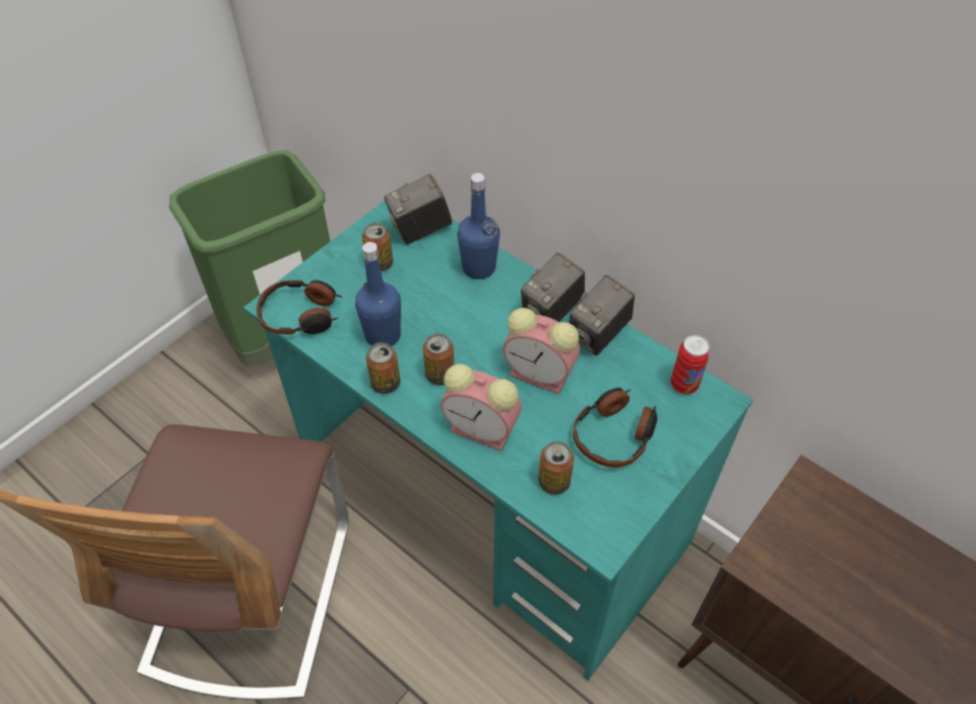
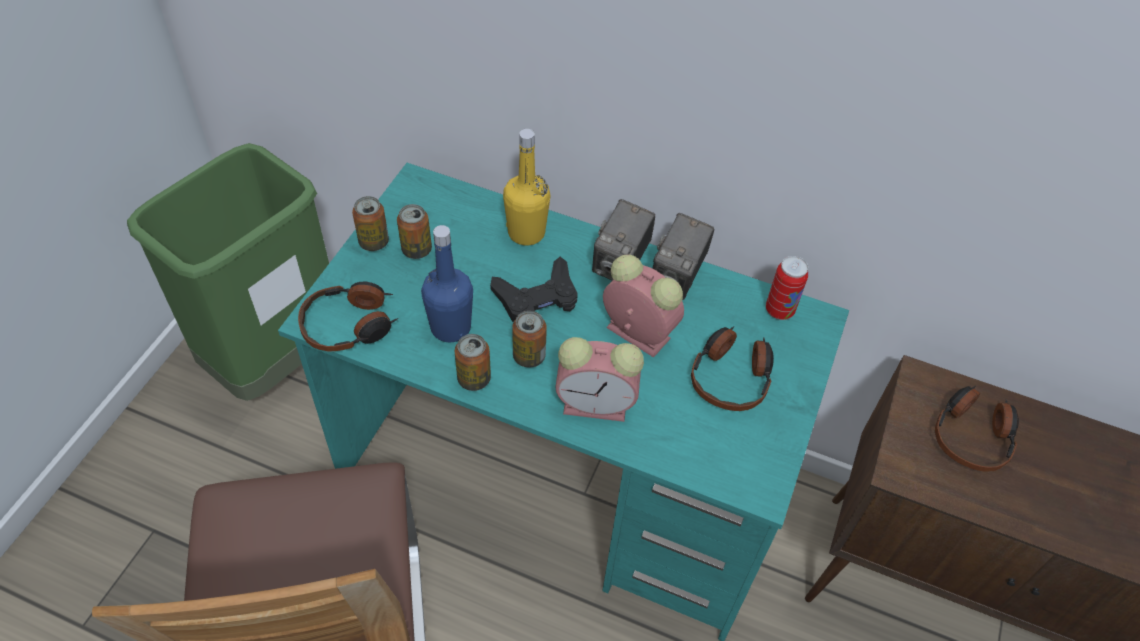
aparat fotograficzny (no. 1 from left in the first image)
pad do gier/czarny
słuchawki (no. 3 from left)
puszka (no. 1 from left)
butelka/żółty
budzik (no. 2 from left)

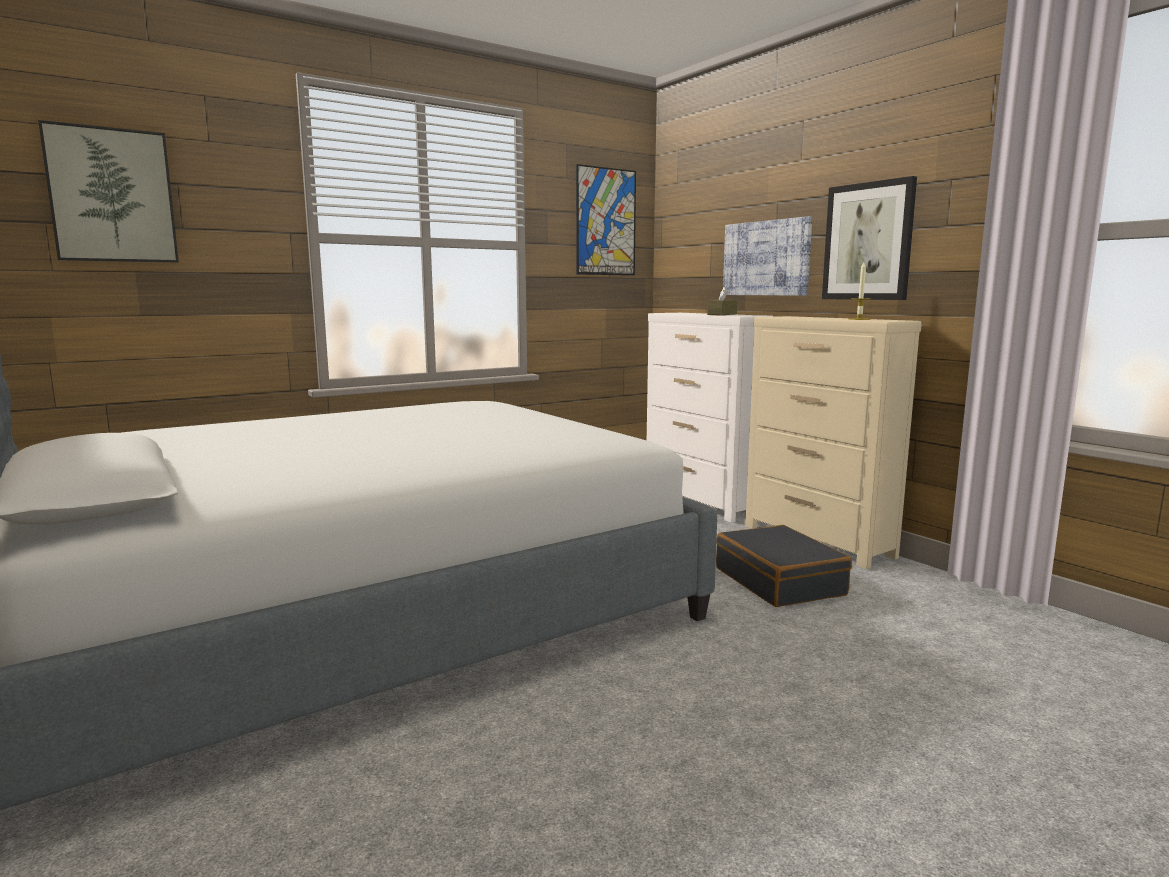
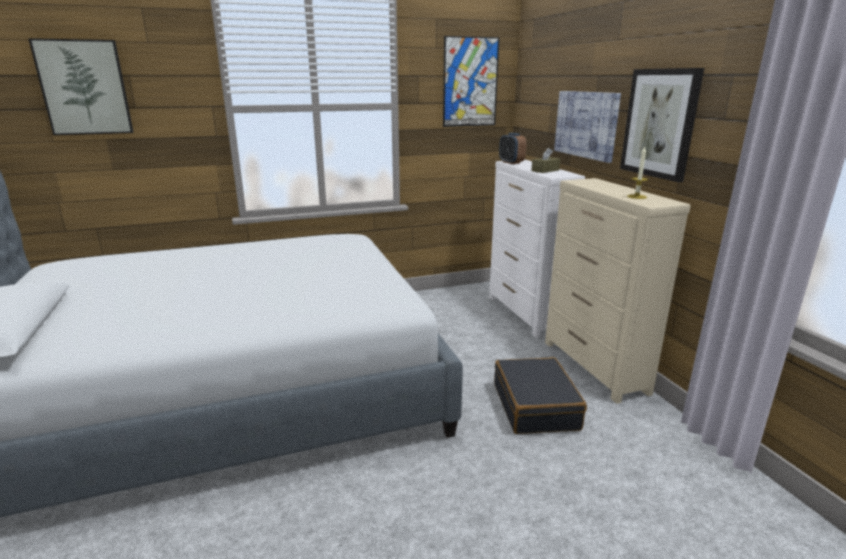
budzik

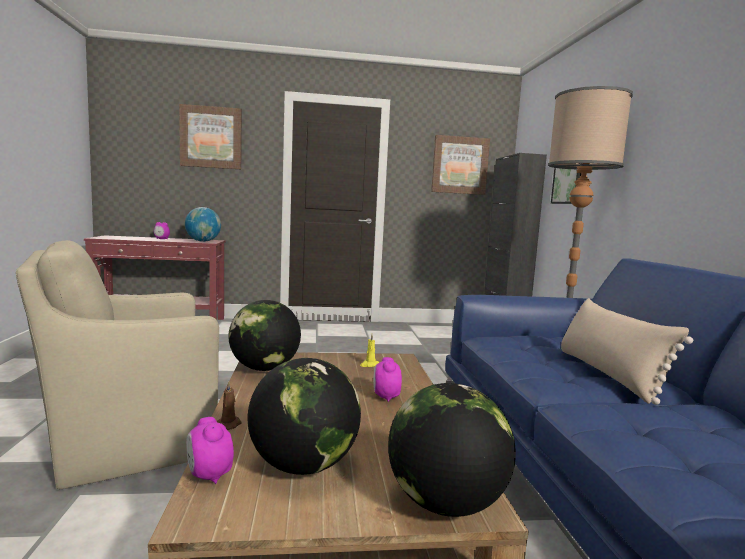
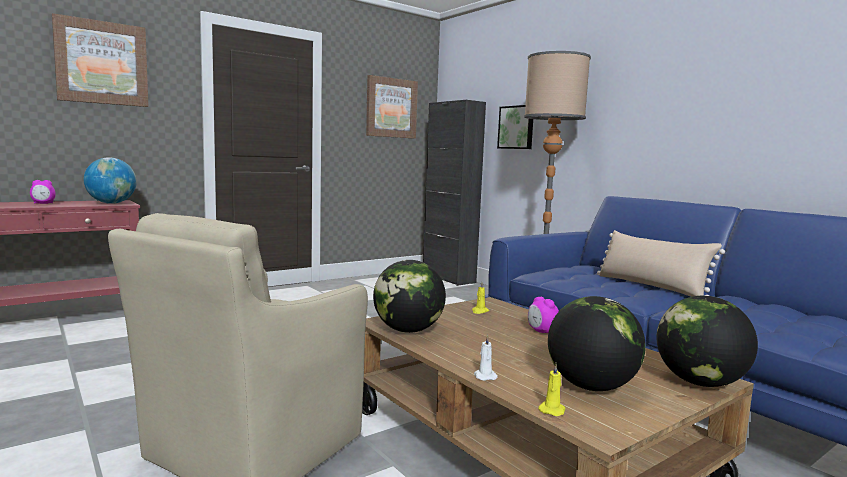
świeca/żółty (no. 2 from left)
świeca/biały

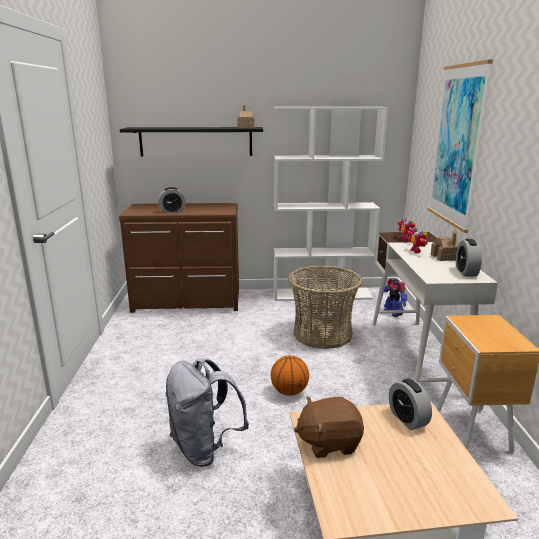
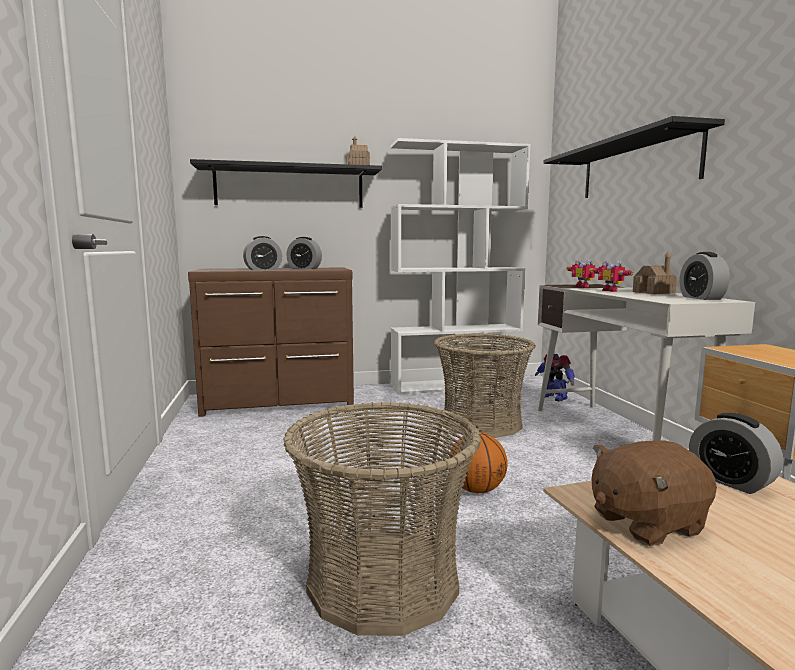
budzik (no. 2 from left)
koszyk (no. 1 from left)
półka/czarny (no. 2 from left)

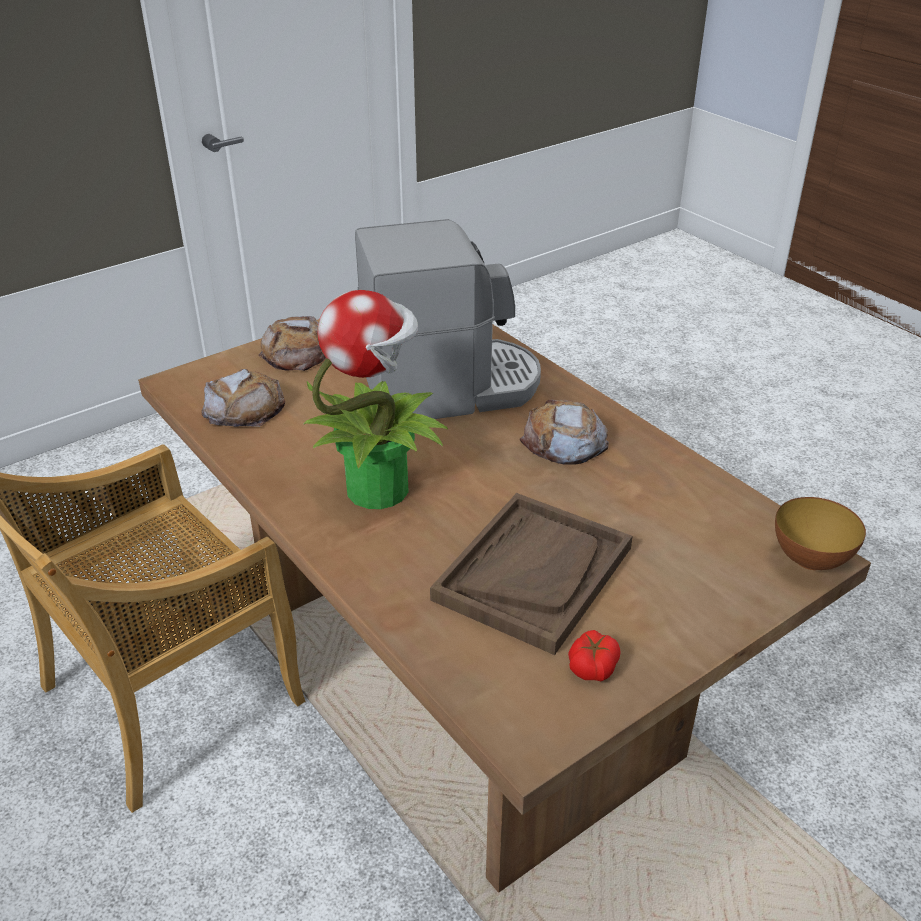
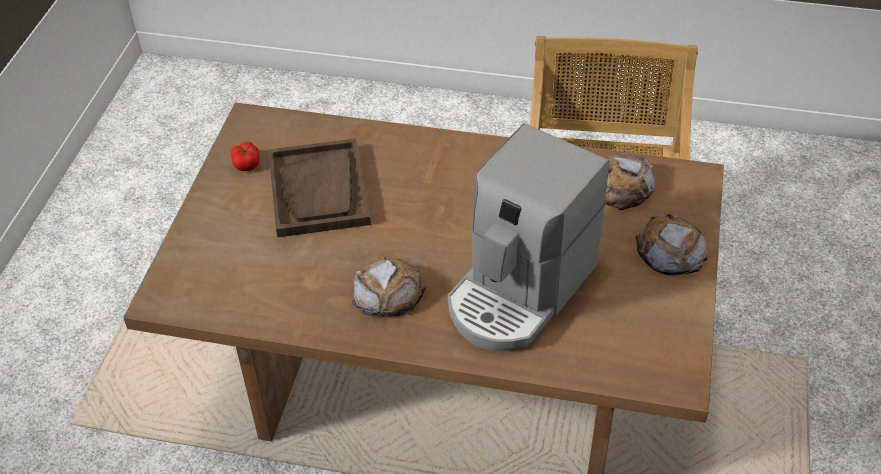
roślina doniczkowa
miska

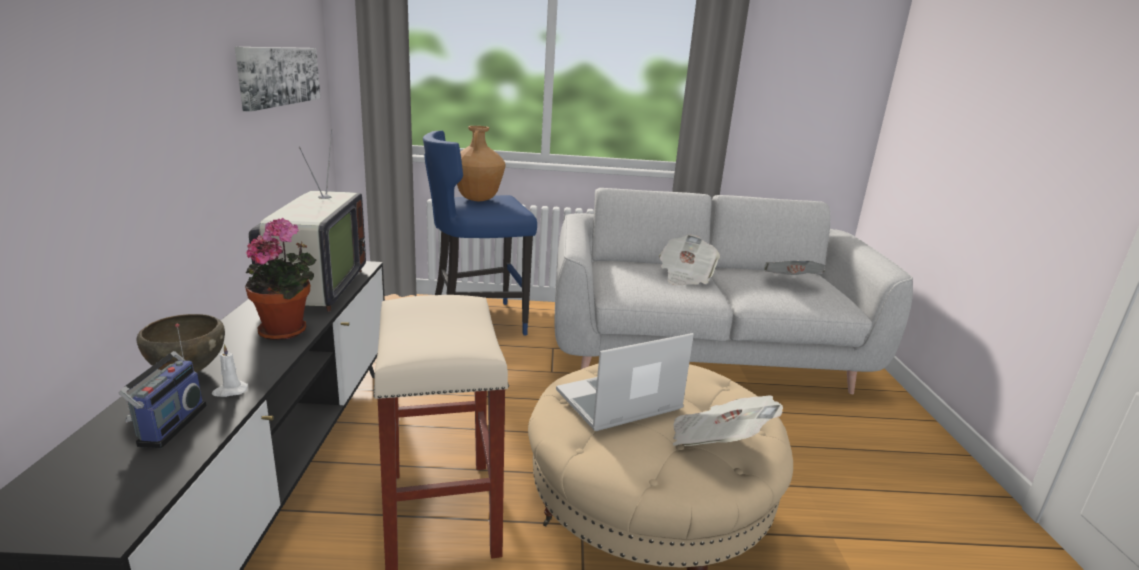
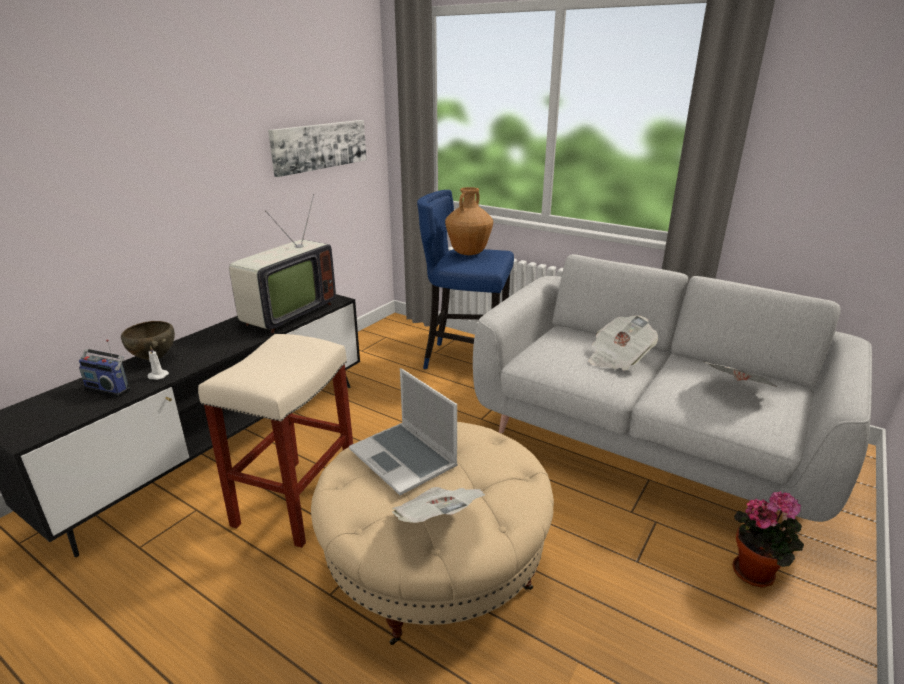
roślina doniczkowa
radio
laptop

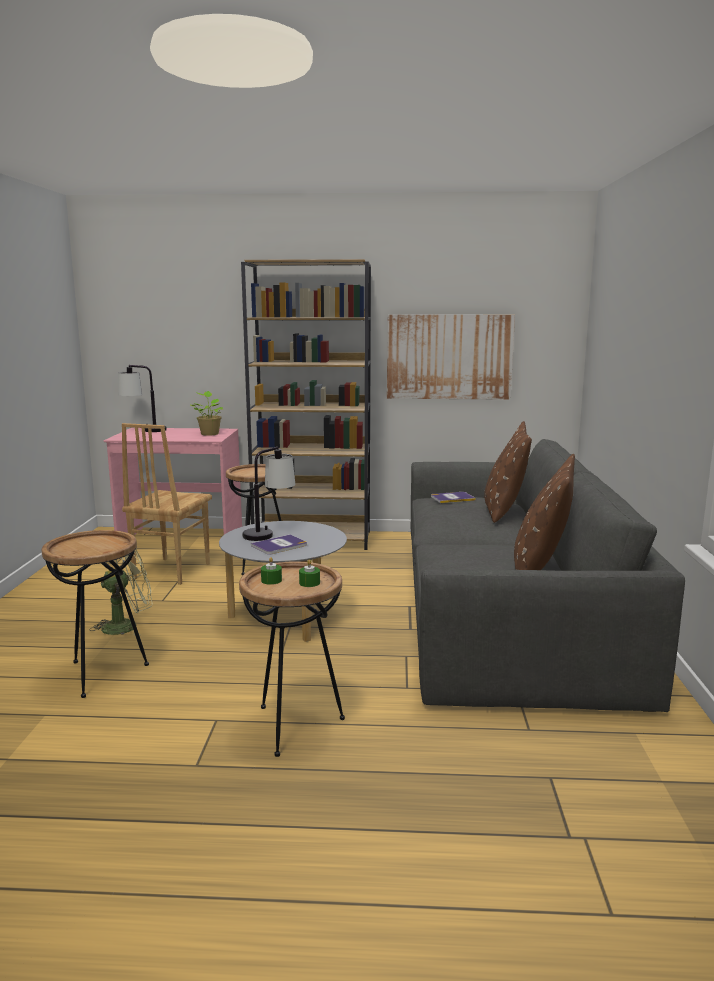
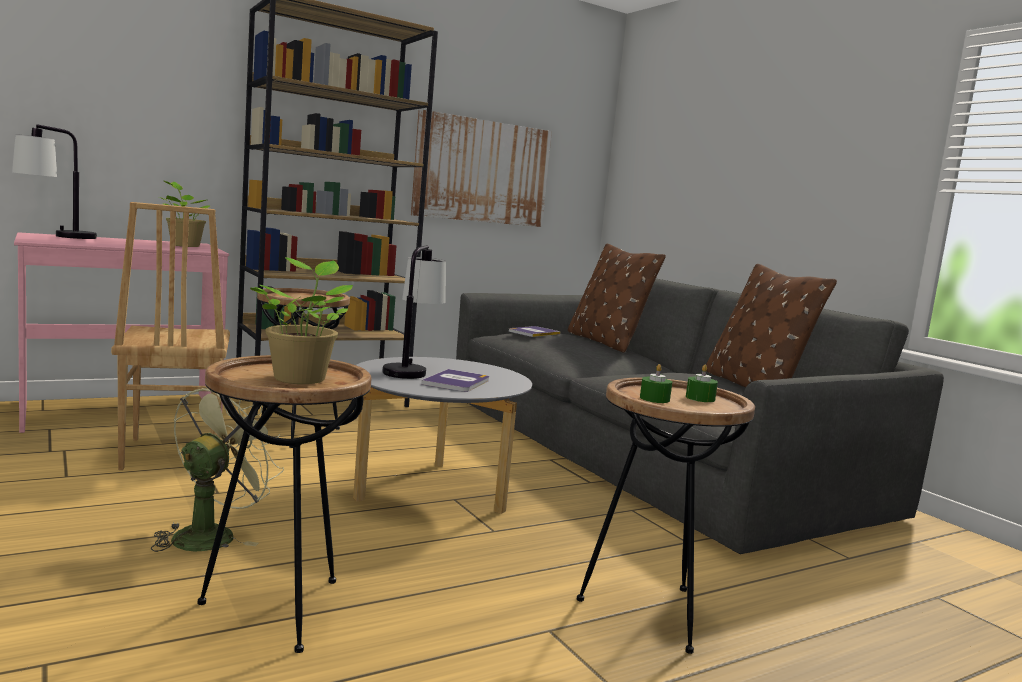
roślina doniczkowa (no. 2 from left)

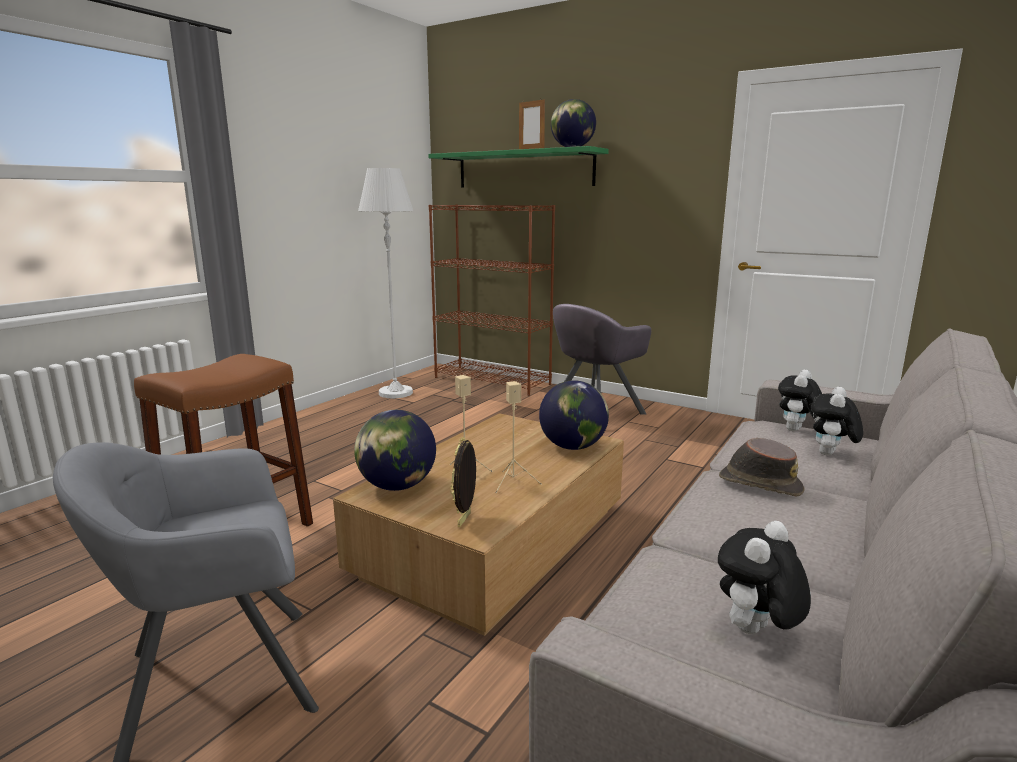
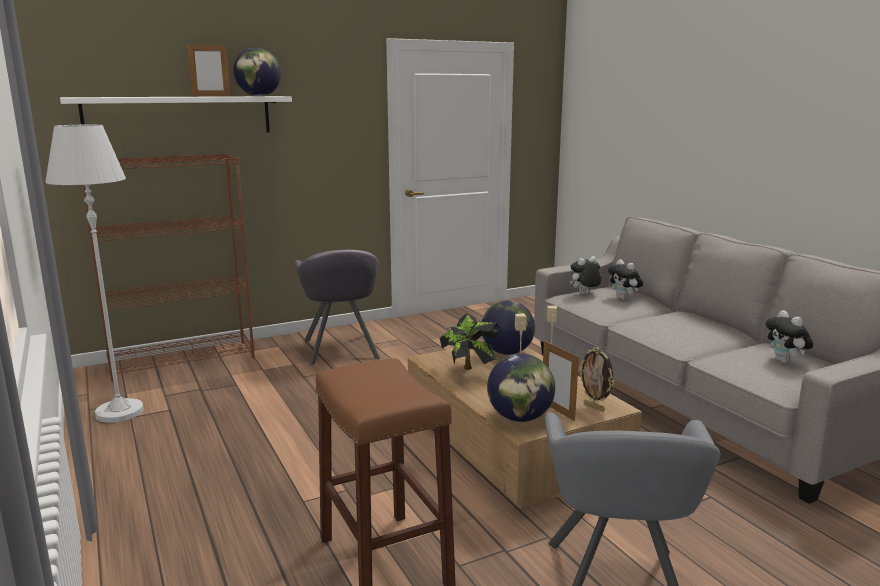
kapelusz/brązowy
roślina doniczkowa
ramka na zdjęcie (no. 2 from left)
półka/biały
pluszak (no. 1 from left)

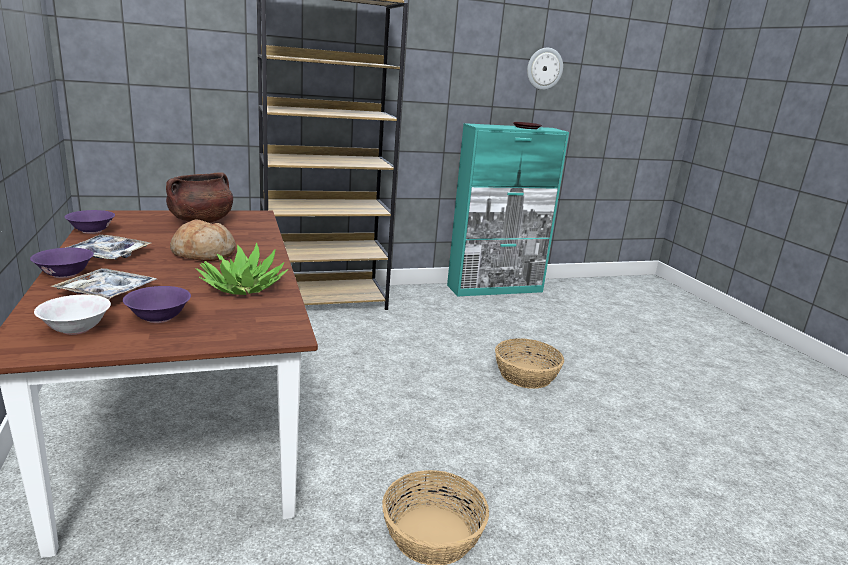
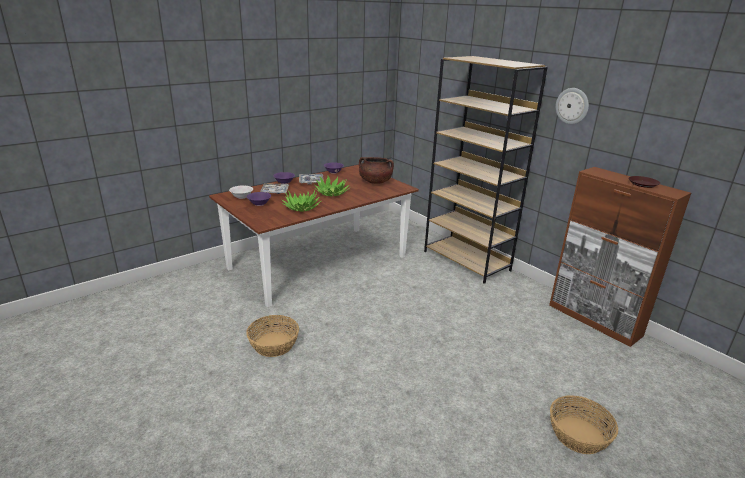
koszyk (no. 2 from left)
zegar ścienny
roślina doniczkowa (no. 2 from left)
szafka/brązowy

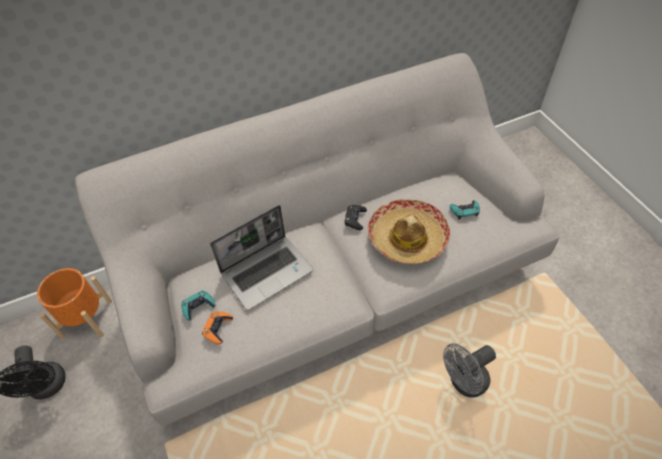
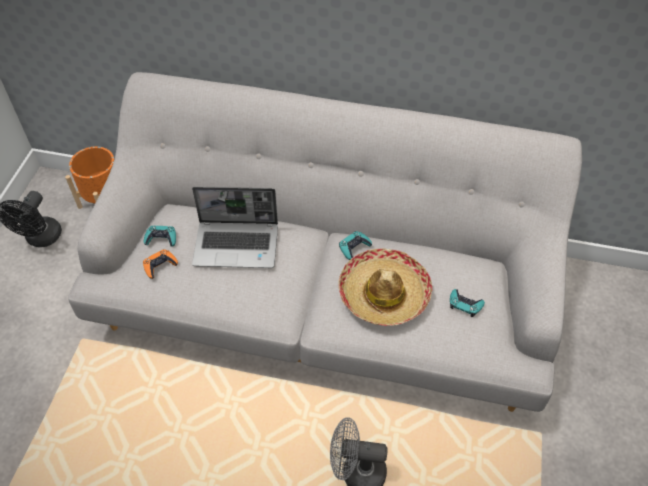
pad do gier/turkusowy (no. 2 from left)

